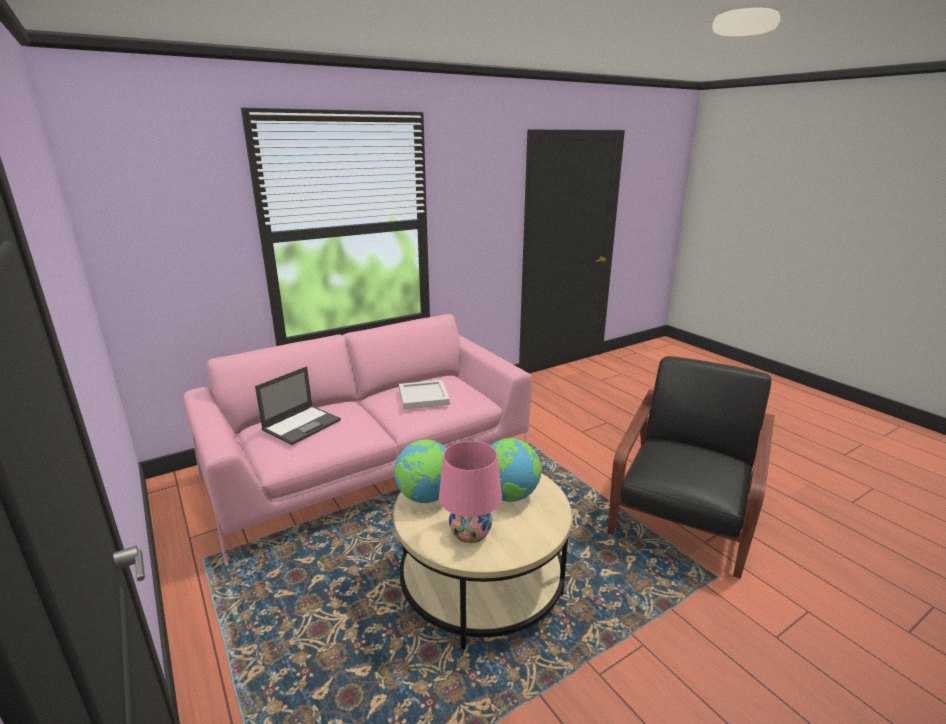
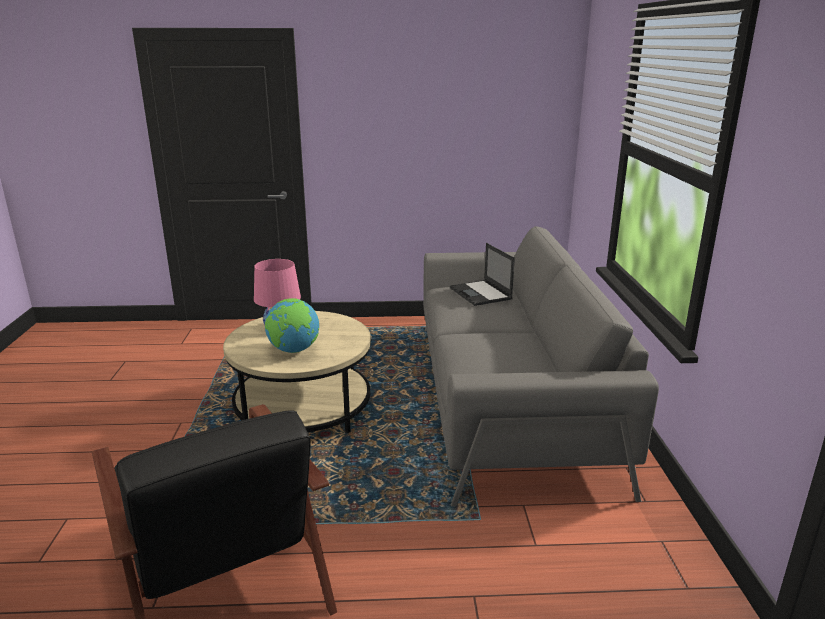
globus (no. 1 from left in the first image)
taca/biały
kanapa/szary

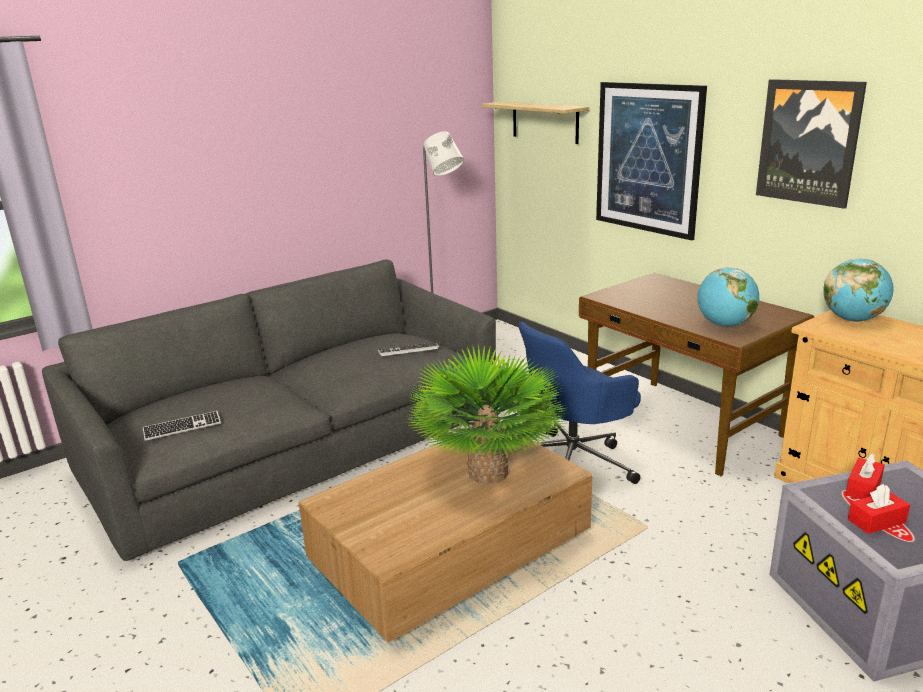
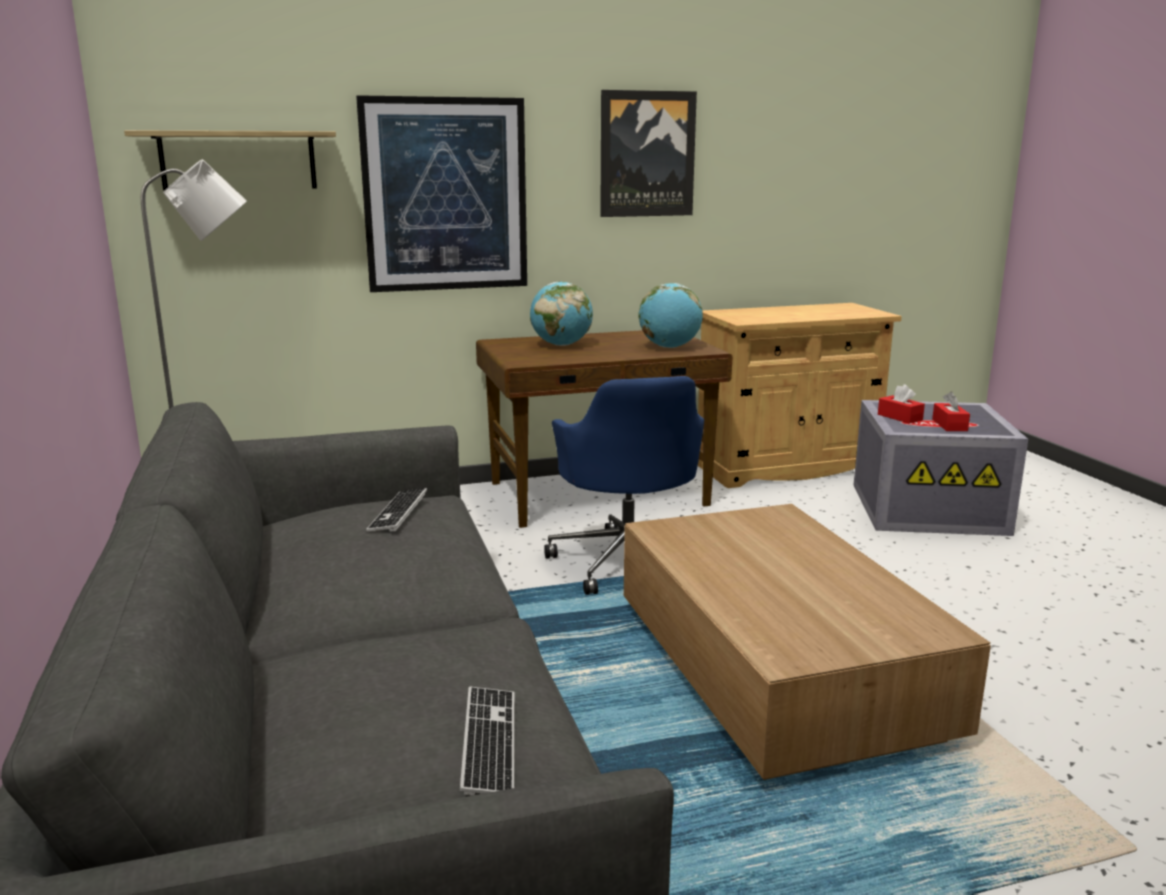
roślina doniczkowa
globus (no. 1 from left)

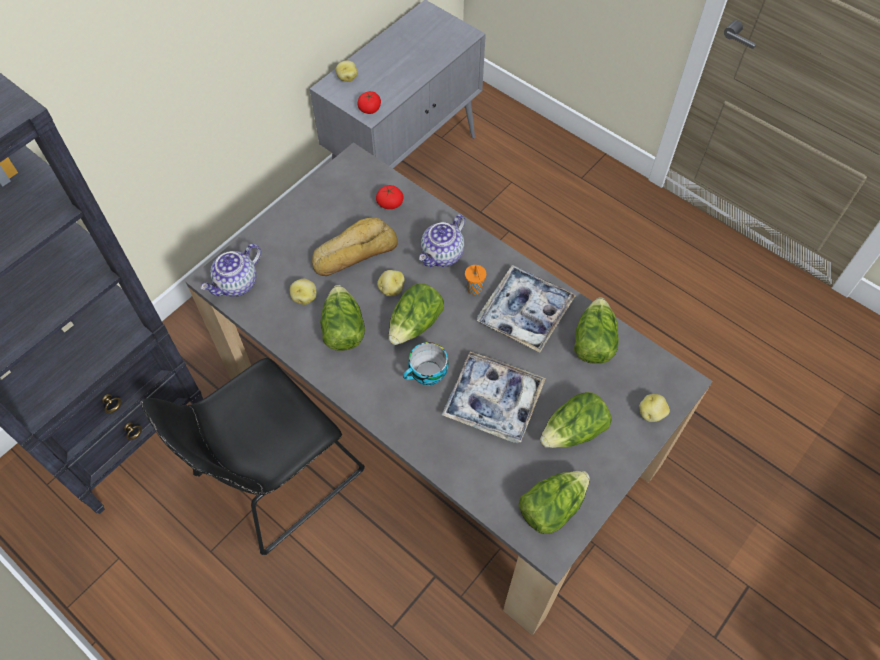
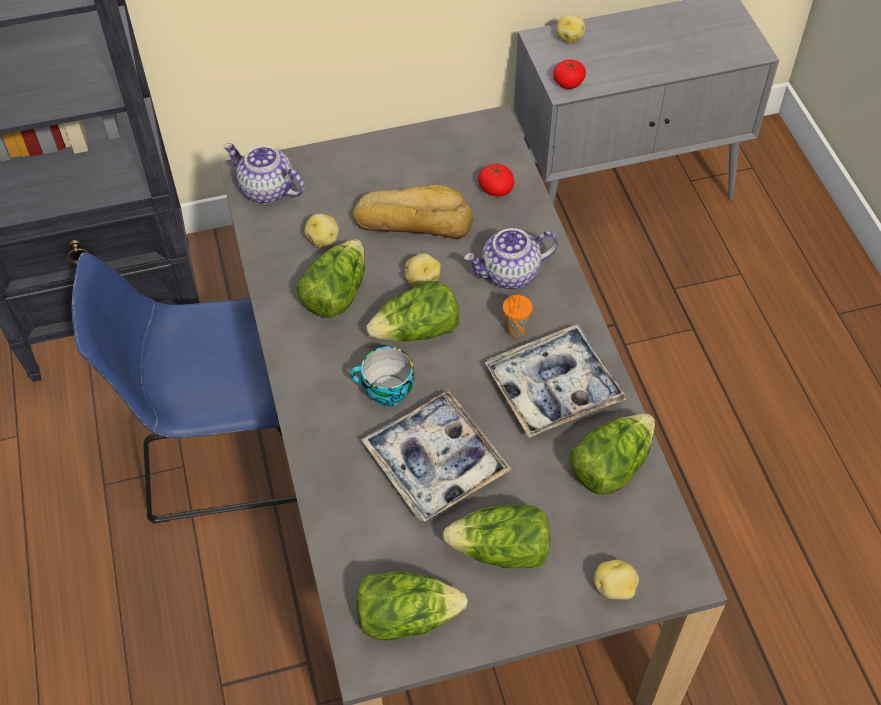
krzesło/niebieski
imbryk (no. 1 from left)

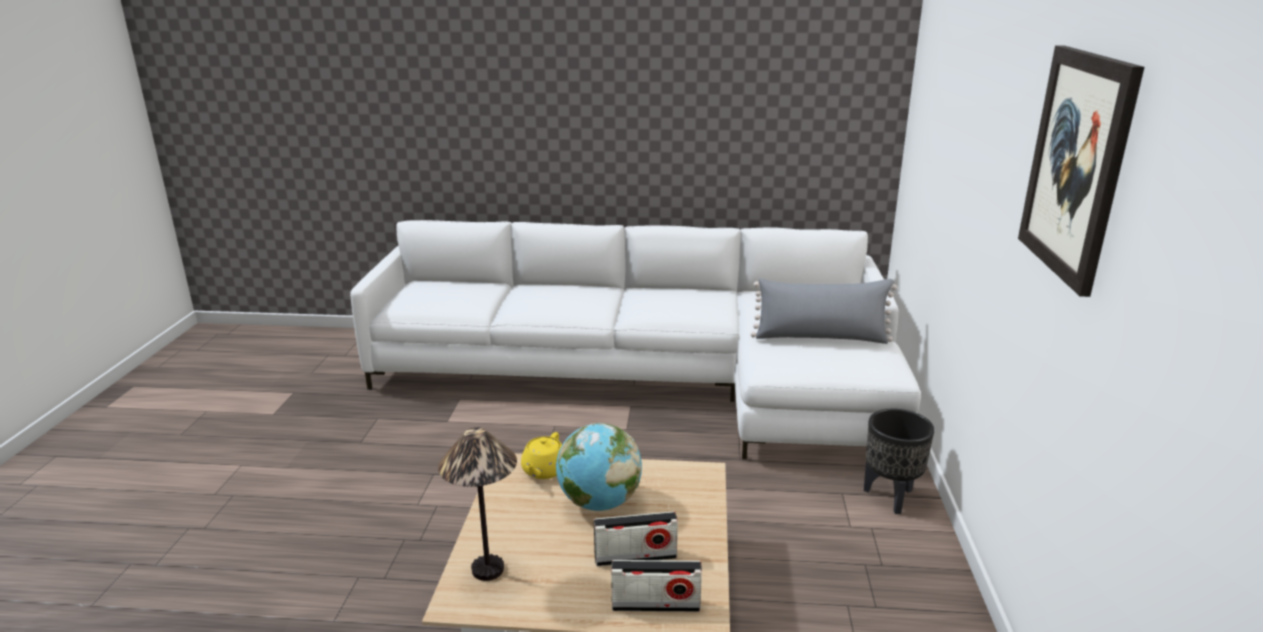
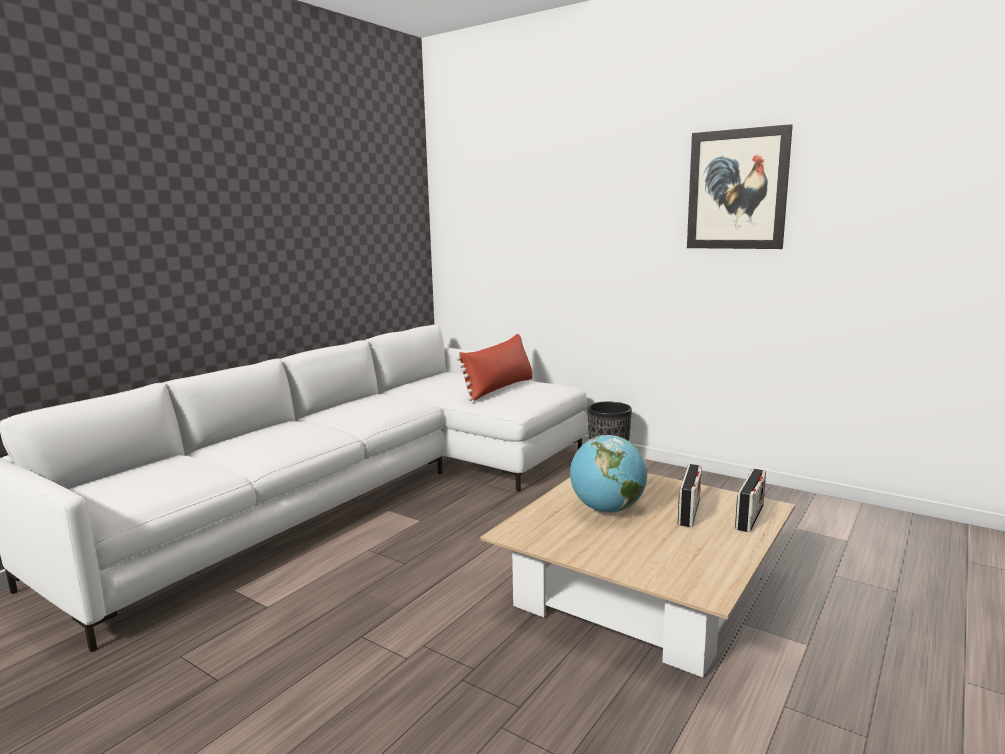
lampa stołowa
imbryk/żółty
poduszka/czerwony

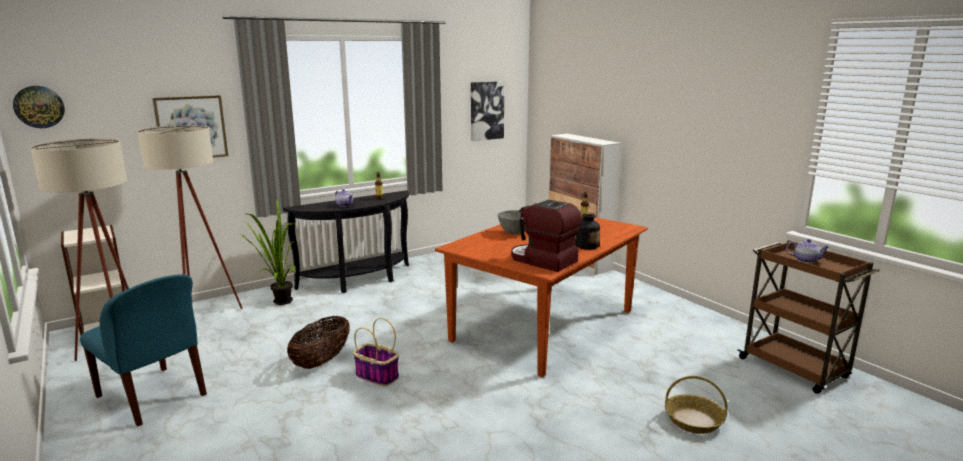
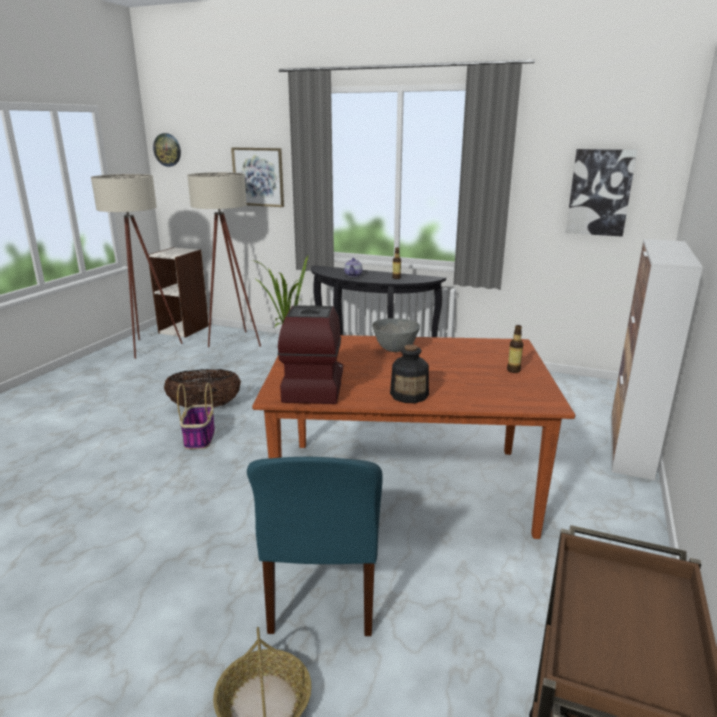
imbryk (no. 2 from left in the first image)
krzesło/niebieski

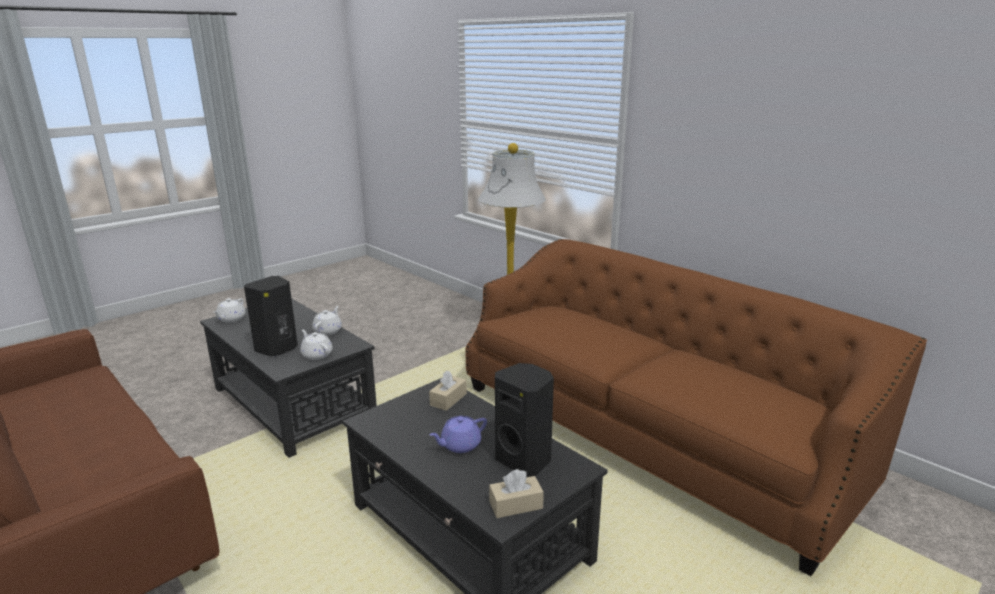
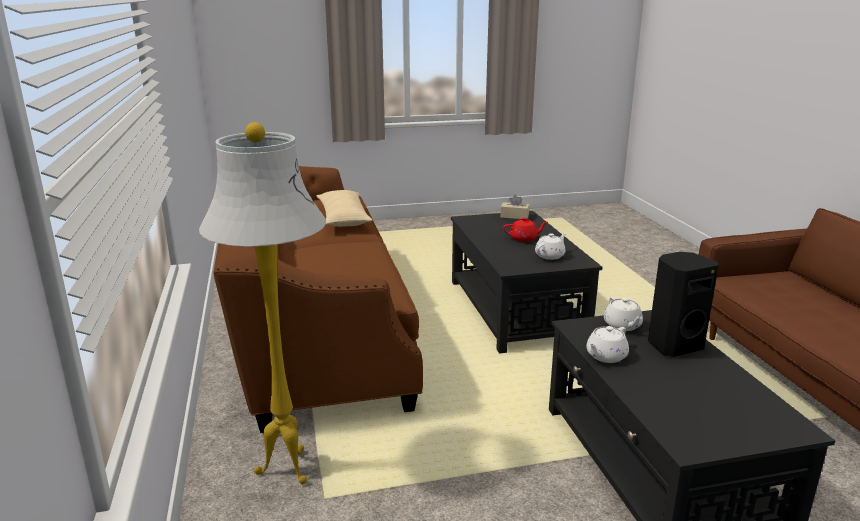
pudełko chusteczek/beżowy (no. 1 from left in the first image)
głośnik/czarny (no. 2 from left in the first image)
poduszka/beżowy
imbryk/biały (no. 1 from left)
imbryk/czerwony

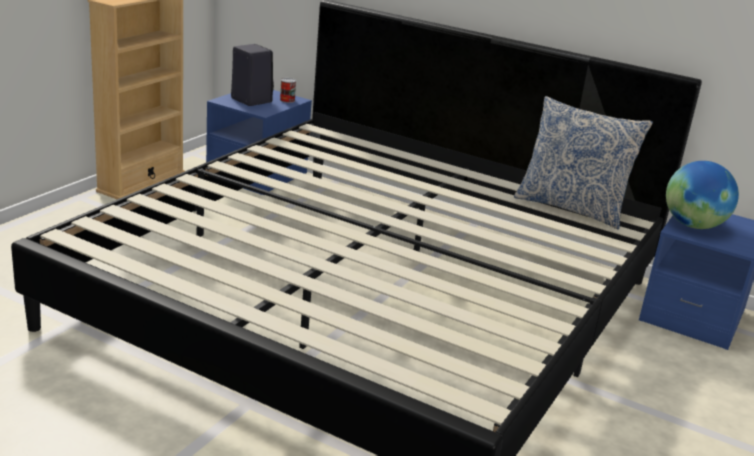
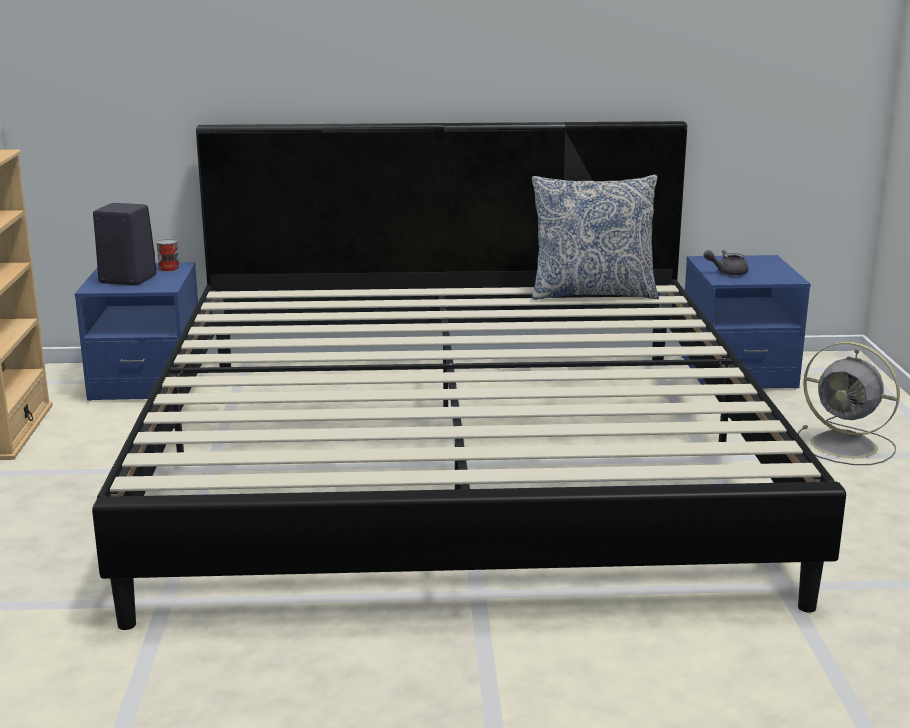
wentylator/szary
imbryk/szary

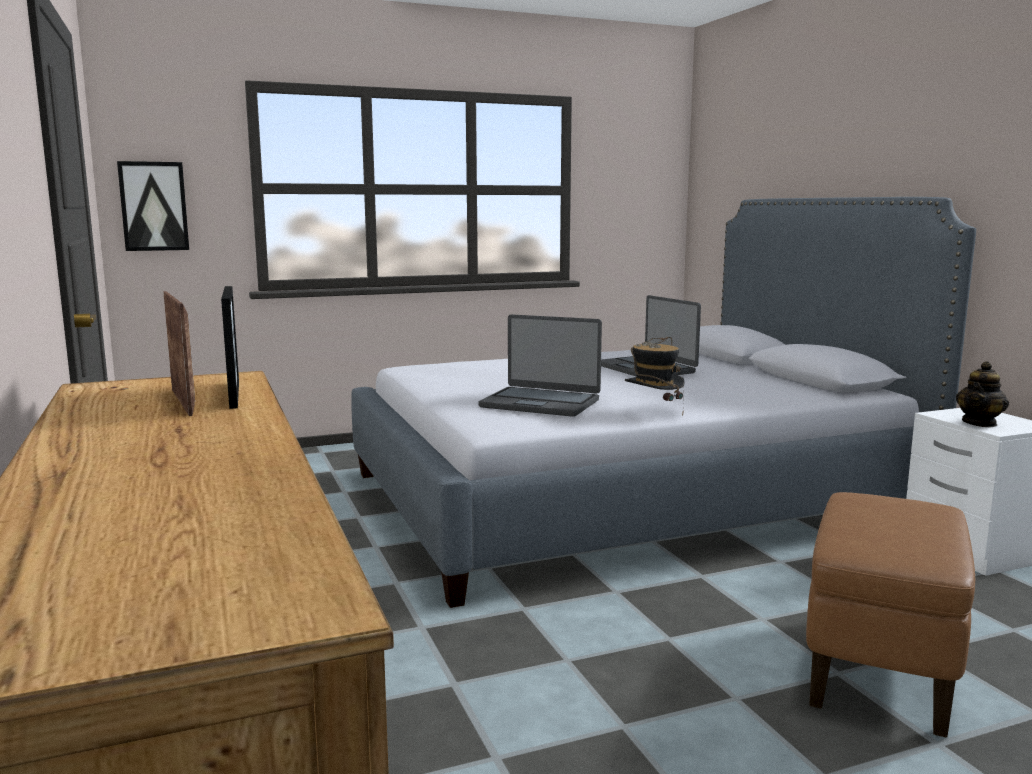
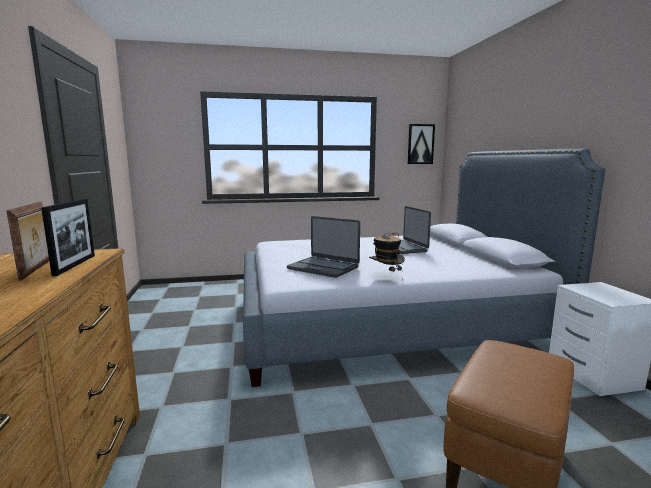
imbryk
obraz

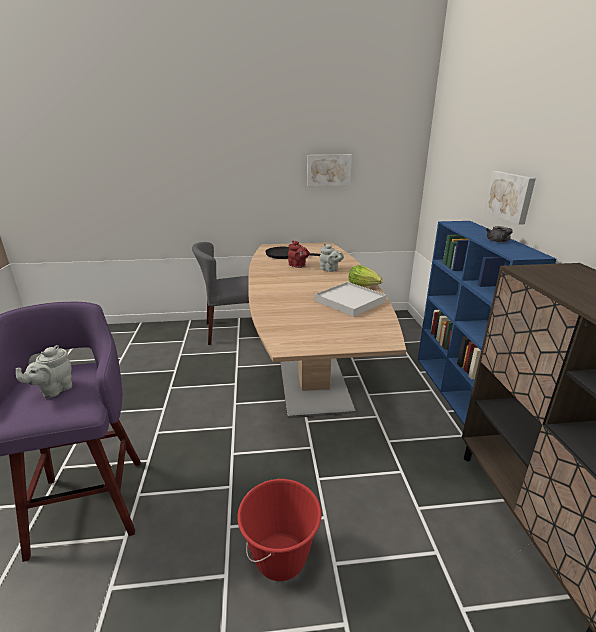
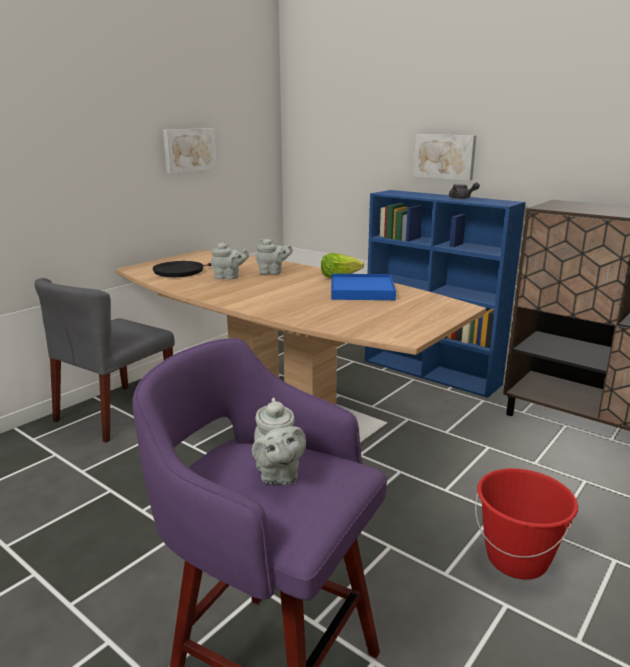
imbryk/szary (no. 1 from left)
taca/niebieski

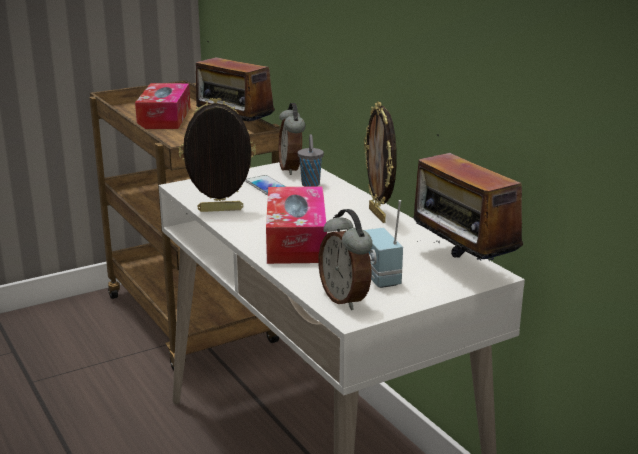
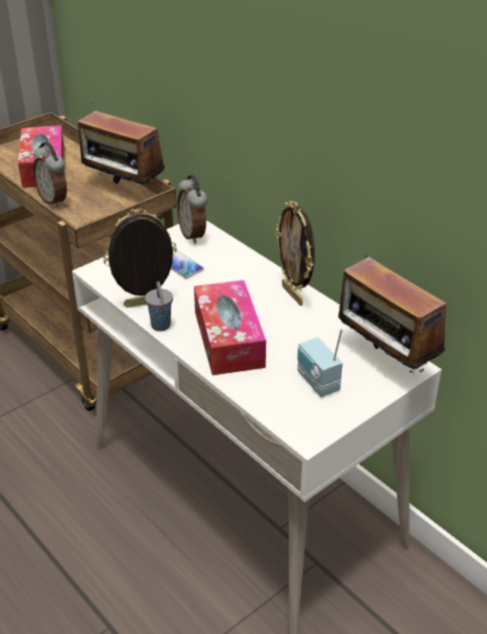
filiżanka/szary
budzik (no. 1 from left)

